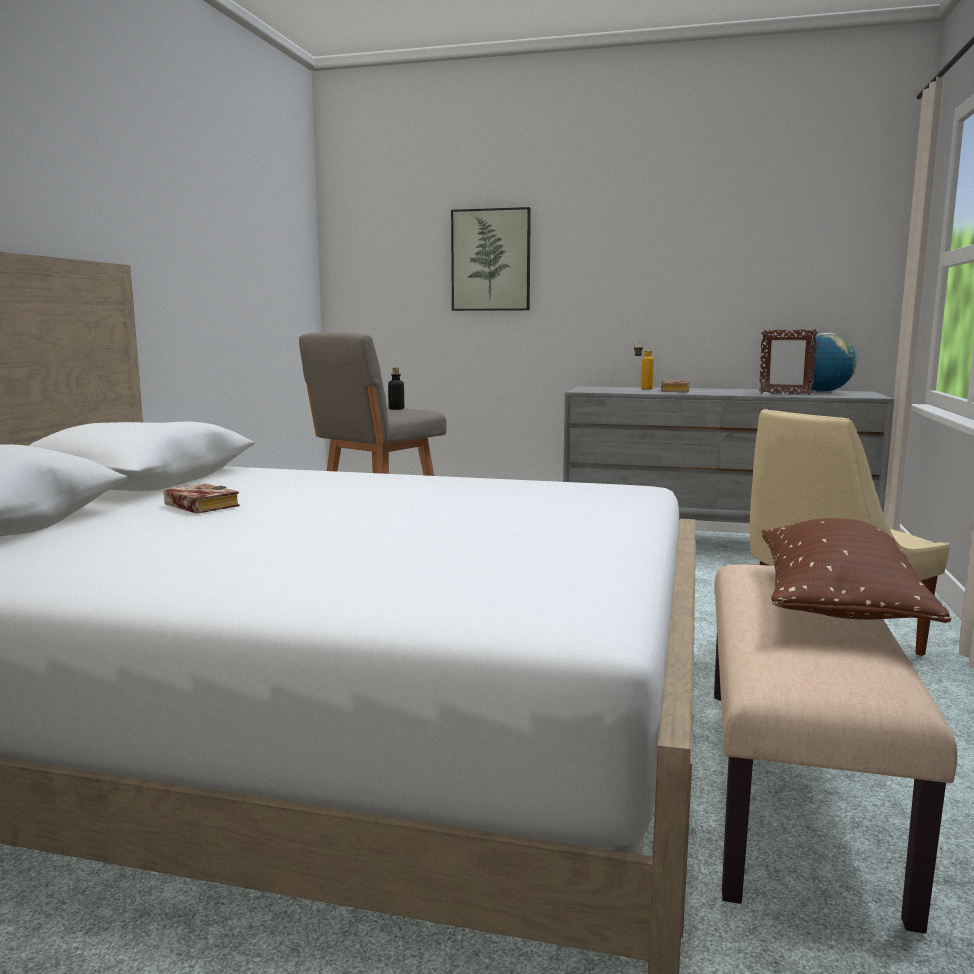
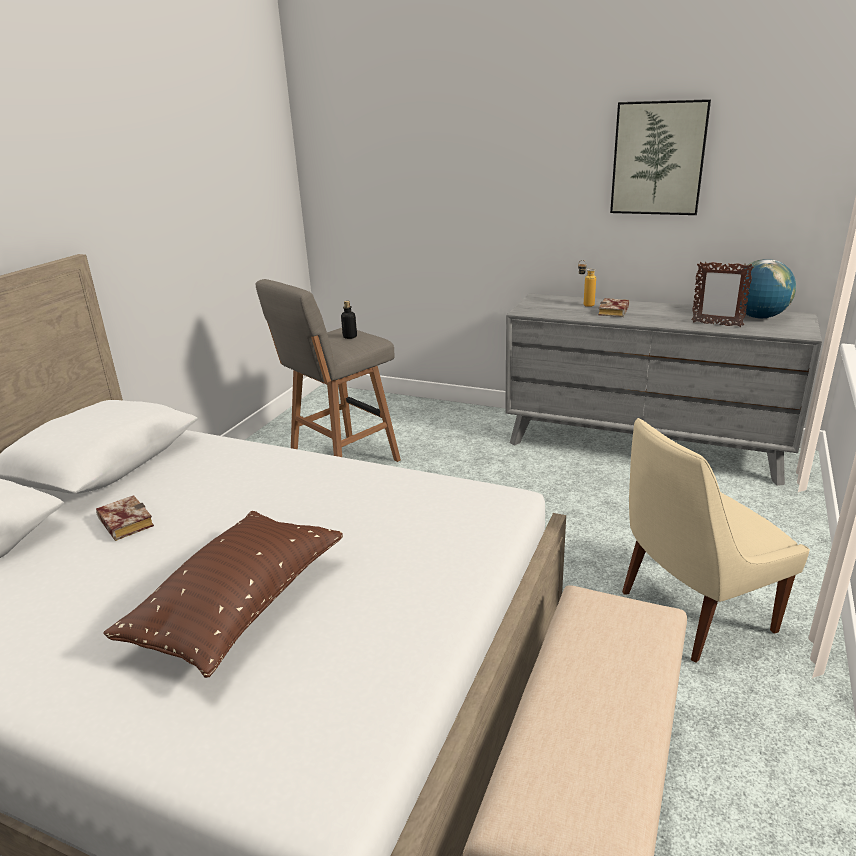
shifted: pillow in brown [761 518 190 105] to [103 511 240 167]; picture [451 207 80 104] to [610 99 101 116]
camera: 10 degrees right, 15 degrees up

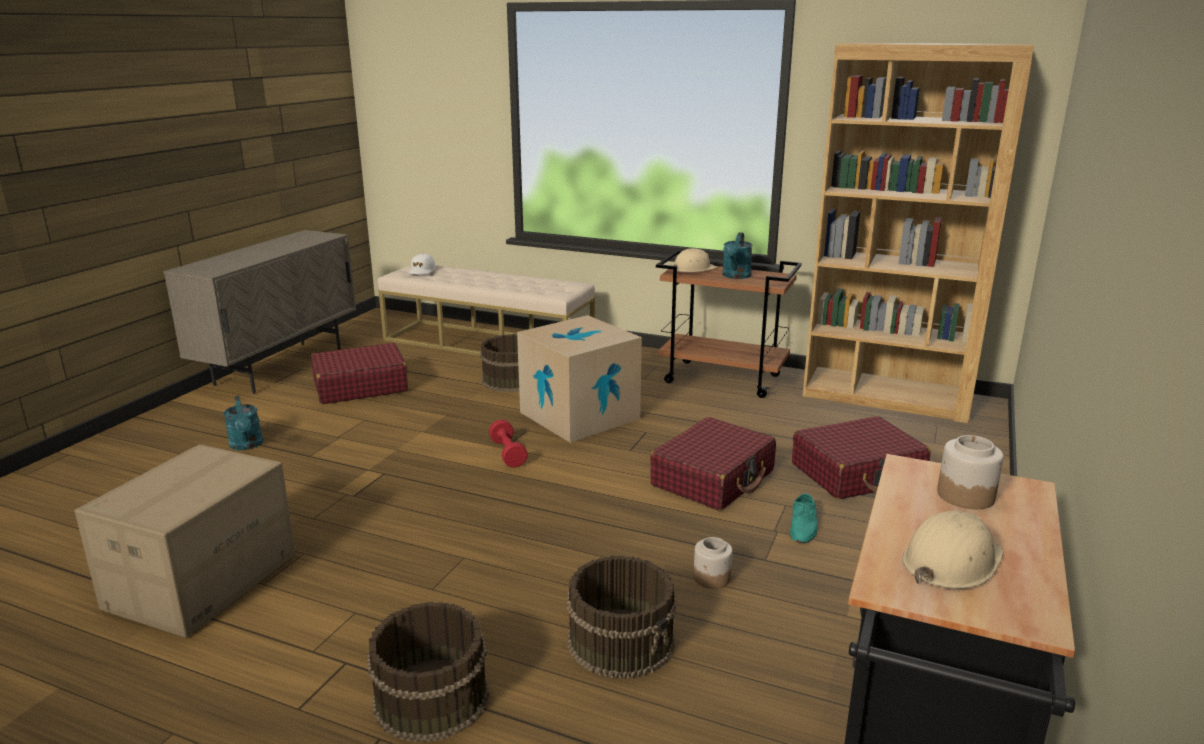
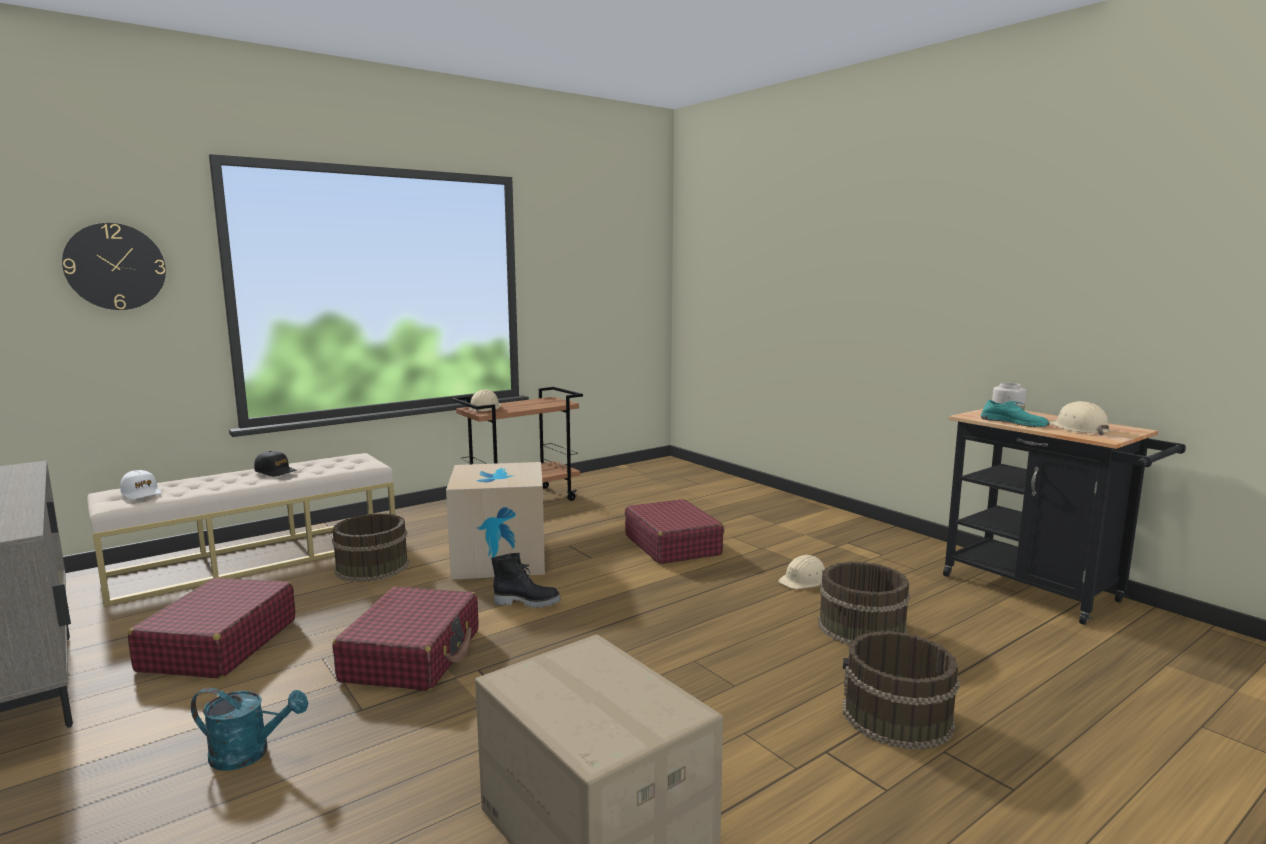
gone: watering can in turquoise [722 232 30 47]; bookcase in brown [803 43 231 380]
new: wall clock [62 223 104 87]; cap in black [254 451 43 25]
shifted: suitcase in red [792 416 139 83] to [333 586 145 105]; shoe in turquoise [790 493 27 50] to [981 400 69 27]
swapped: dumbbell in red [489 420 39 47] to boot in black [491 553 70 55]; jar [693 537 40 52] to hard hat in beige [778 555 47 34]
camera: 60 degrees left, 10 degrees down

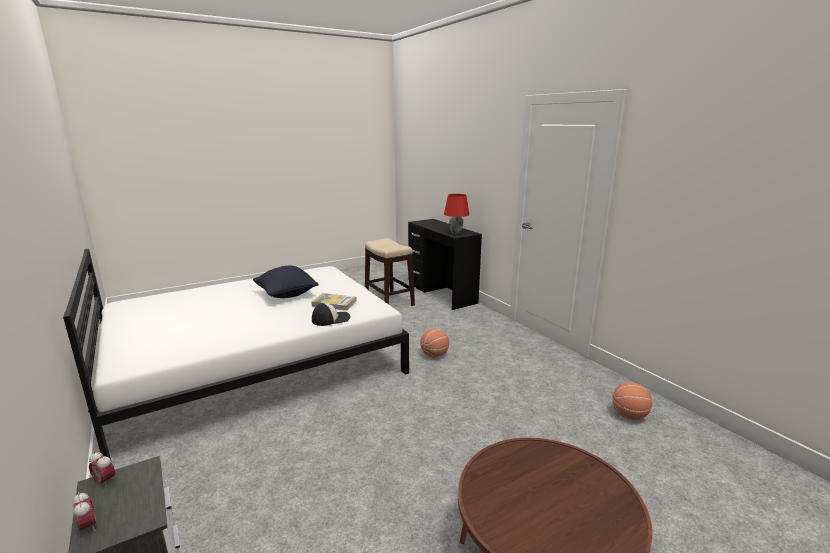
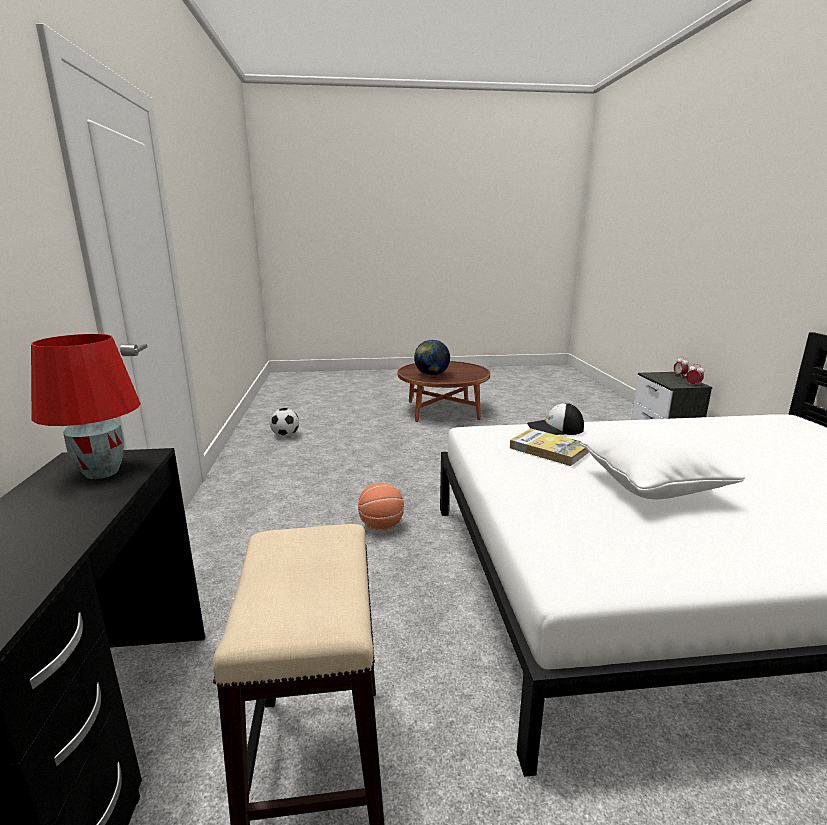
new: globe [414 340 36 36]
swapped: basketball [612 382 40 38] to football [270 408 29 29]
repainted: pillow in black [253 266 66 32] to pillow in white [580 424 165 75]
camera: 155 degrees left, 0 degrees up

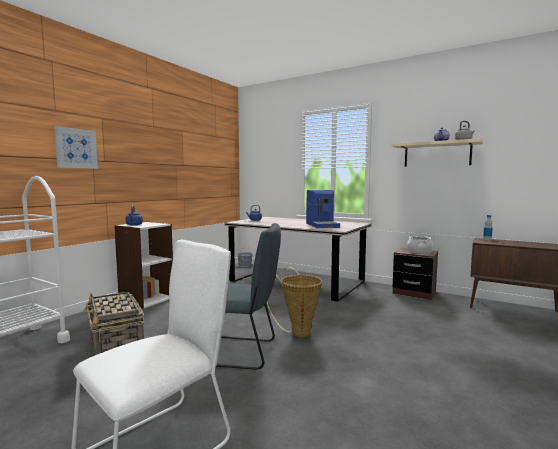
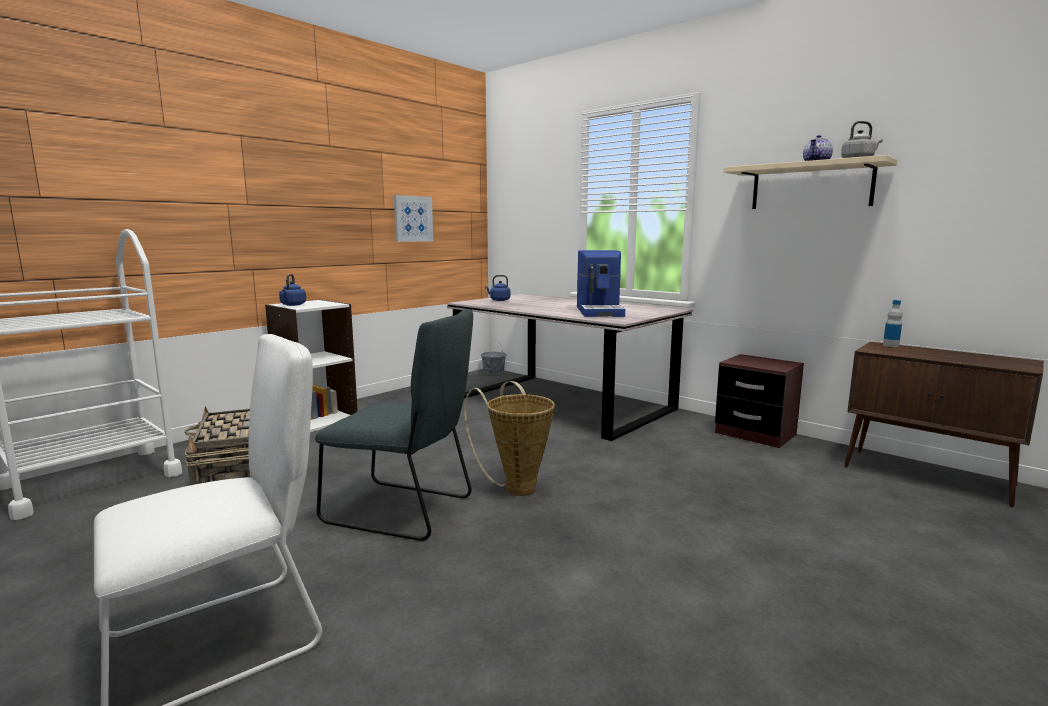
gone: cooking pot [407 236 26 18]
shifted: picture [54 126 44 43] to [394 195 39 47]
camera: 10 degrees right, 5 degrees up

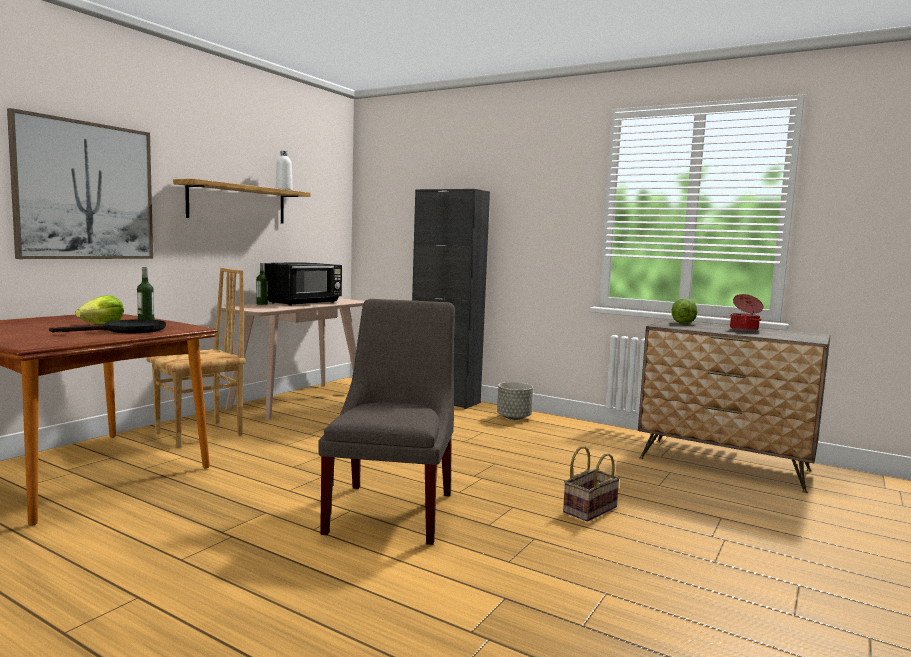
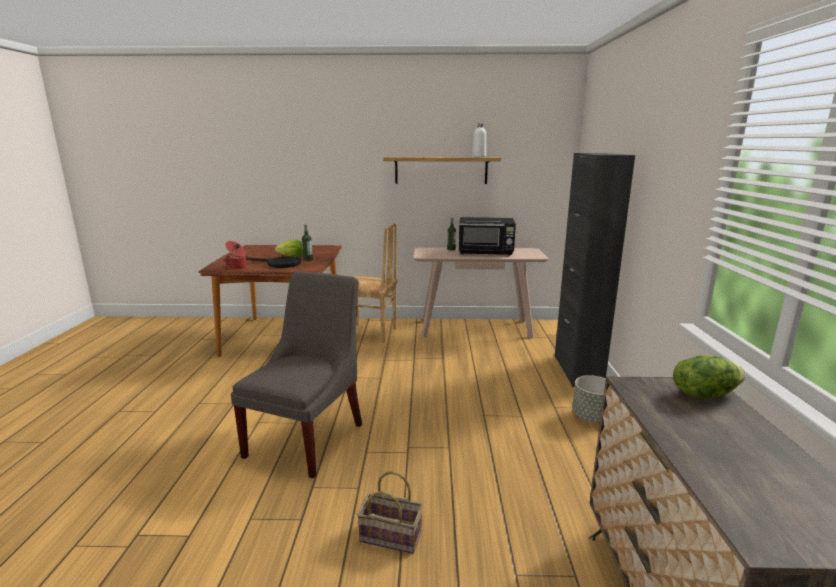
gone: picture [7 108 146 151]
shifted: cooking pot [730 294 33 37] to [222 241 27 28]
rotated: chair in grey [318 299 137 246] = [231 271 131 207] 45 degrees counterclockwise
camera: 60 degrees right, 10 degrees up

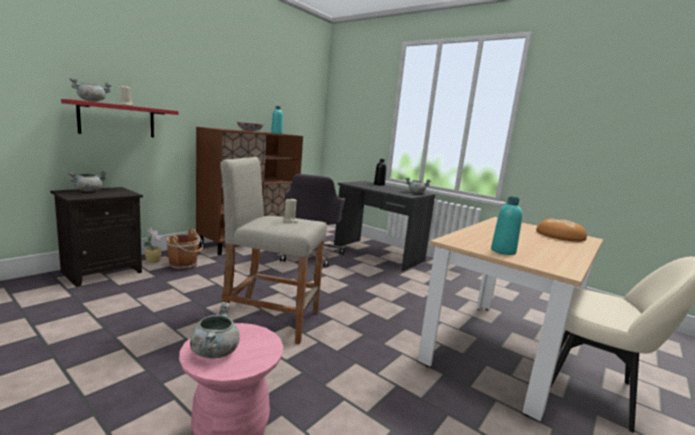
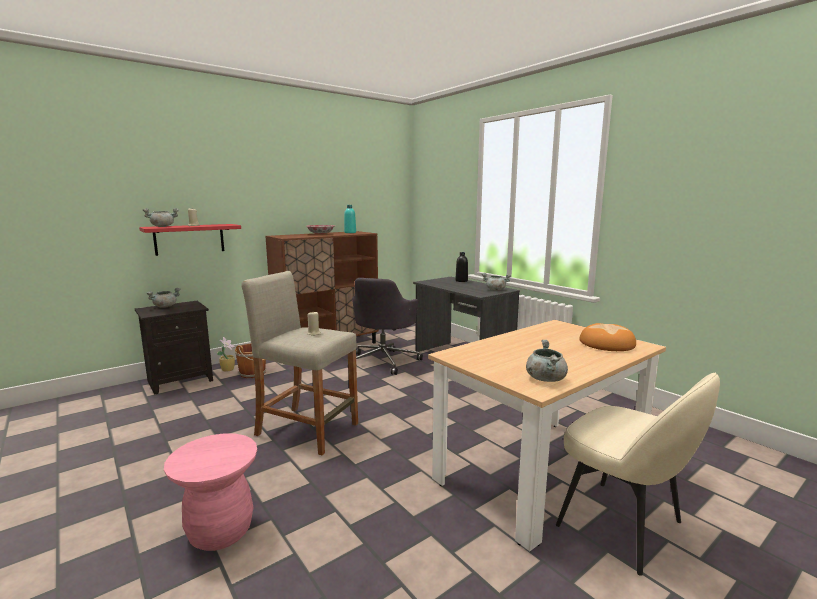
gone: bottle in turquoise [491 196 31 59]
shifted: cooking pot in grey [190 302 50 56] to [526 340 42 42]
camera: 15 degrees right, 0 degrees up

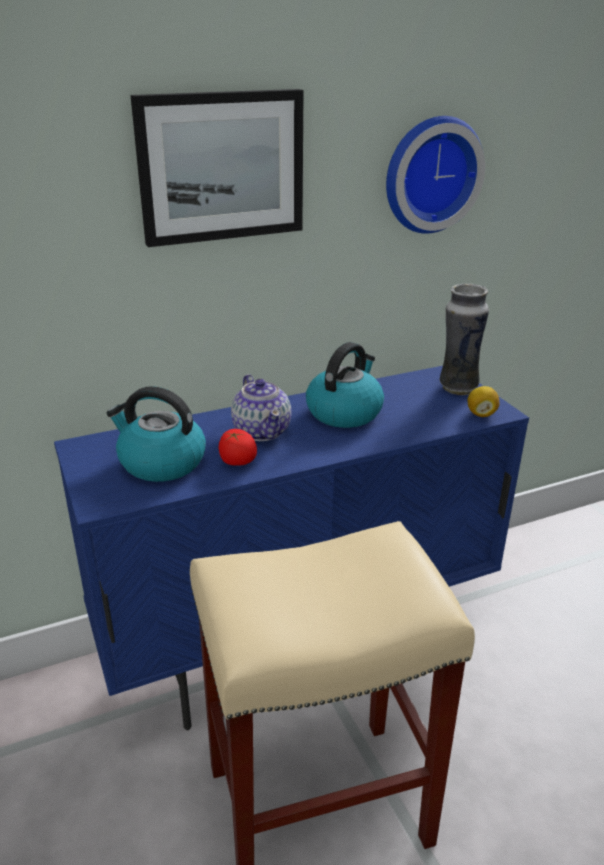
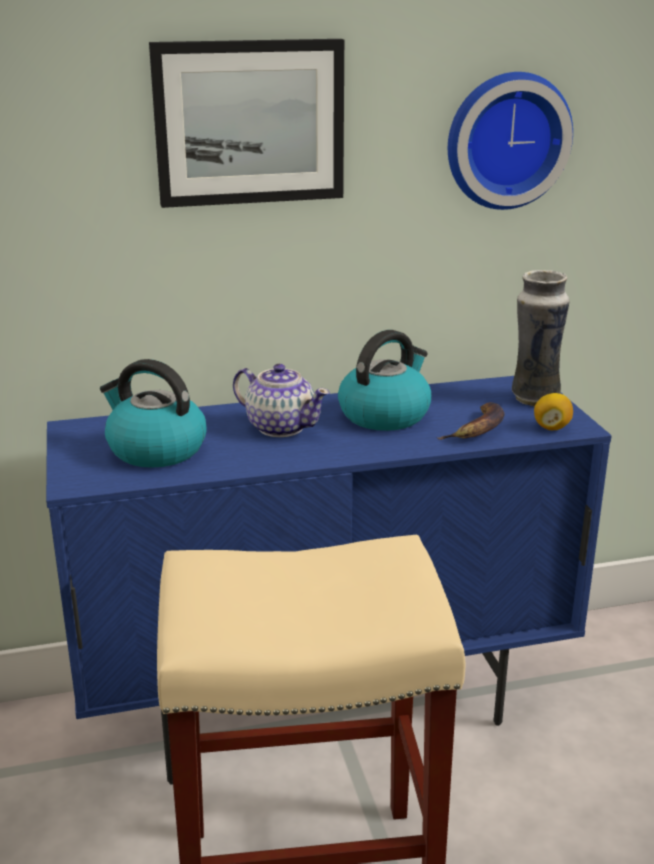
gone: tomato [218 429 39 37]
new: banana [437 402 68 38]
rotated: teapot [231 374 60 67] = [233 364 97 73] 45 degrees counterclockwise
camera: 10 degrees right, 5 degrees down

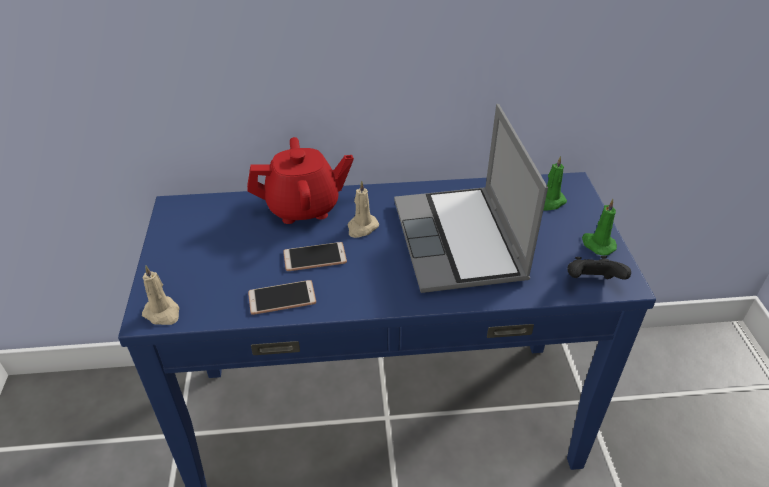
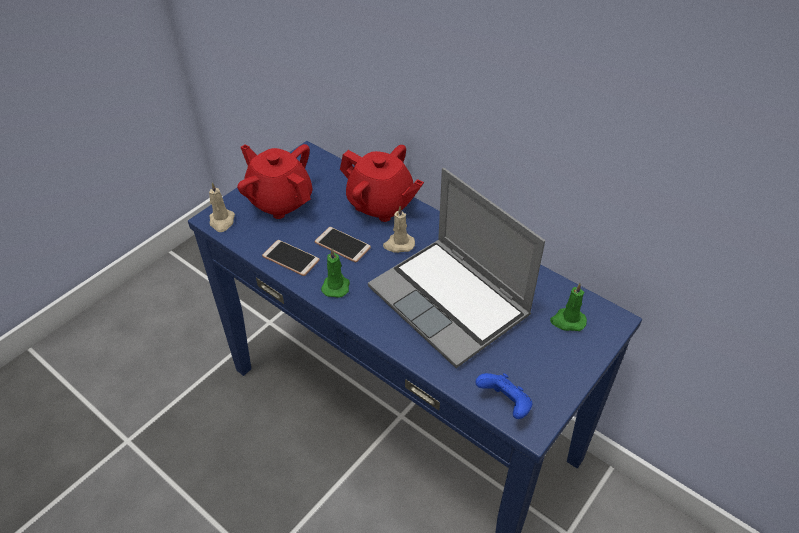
new: teapot in red [237 144 76 75]
shifted: candle in green [582 199 35 56] to [321 249 29 49]
repainted: game controller in black [568 256 63 24] to game controller in blue [475 373 57 46]
rotated: laptop [394 104 154 189] = [368 168 177 200] 75 degrees counterclockwise
camera: 45 degrees right, 5 degrees up

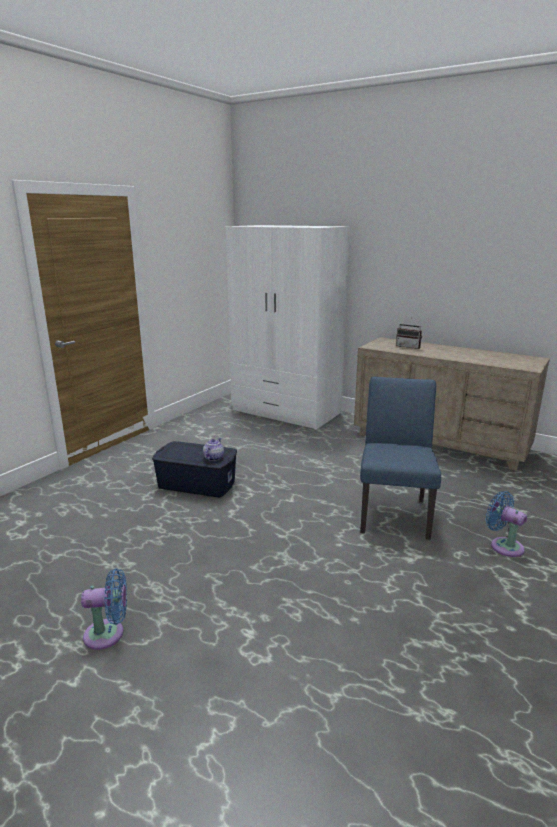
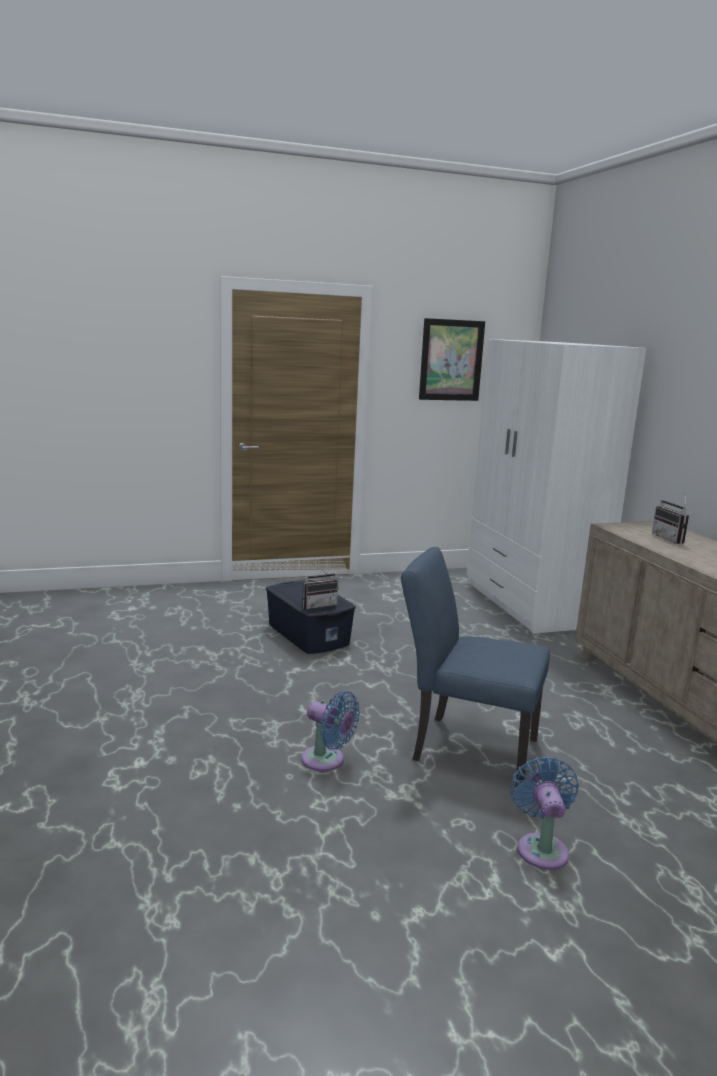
new: picture [419 318 66 83]
shifted: fan in blue [81 568 46 82] to [301 691 59 80]
swapped: teapot [203 438 21 23] to radio [302 563 37 46]
rotated: chair in blue [360 377 81 163] = [401 547 149 240] 120 degrees counterclockwise
camera: 40 degrees right, 5 degrees down

